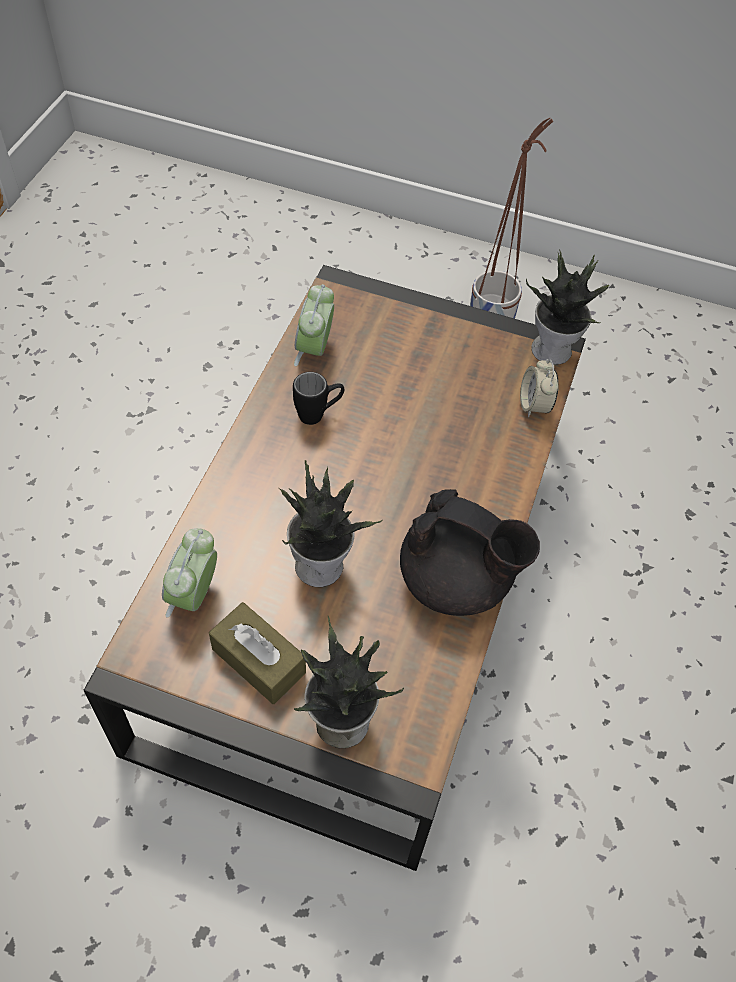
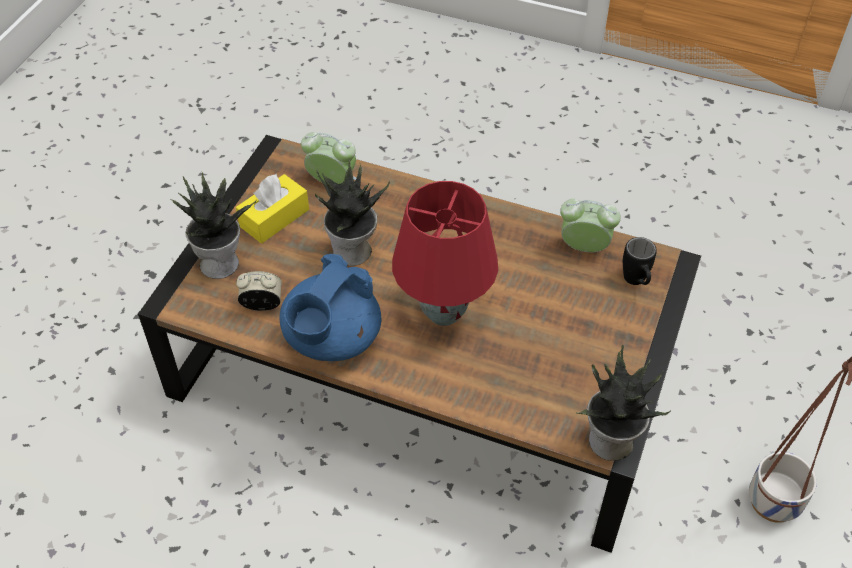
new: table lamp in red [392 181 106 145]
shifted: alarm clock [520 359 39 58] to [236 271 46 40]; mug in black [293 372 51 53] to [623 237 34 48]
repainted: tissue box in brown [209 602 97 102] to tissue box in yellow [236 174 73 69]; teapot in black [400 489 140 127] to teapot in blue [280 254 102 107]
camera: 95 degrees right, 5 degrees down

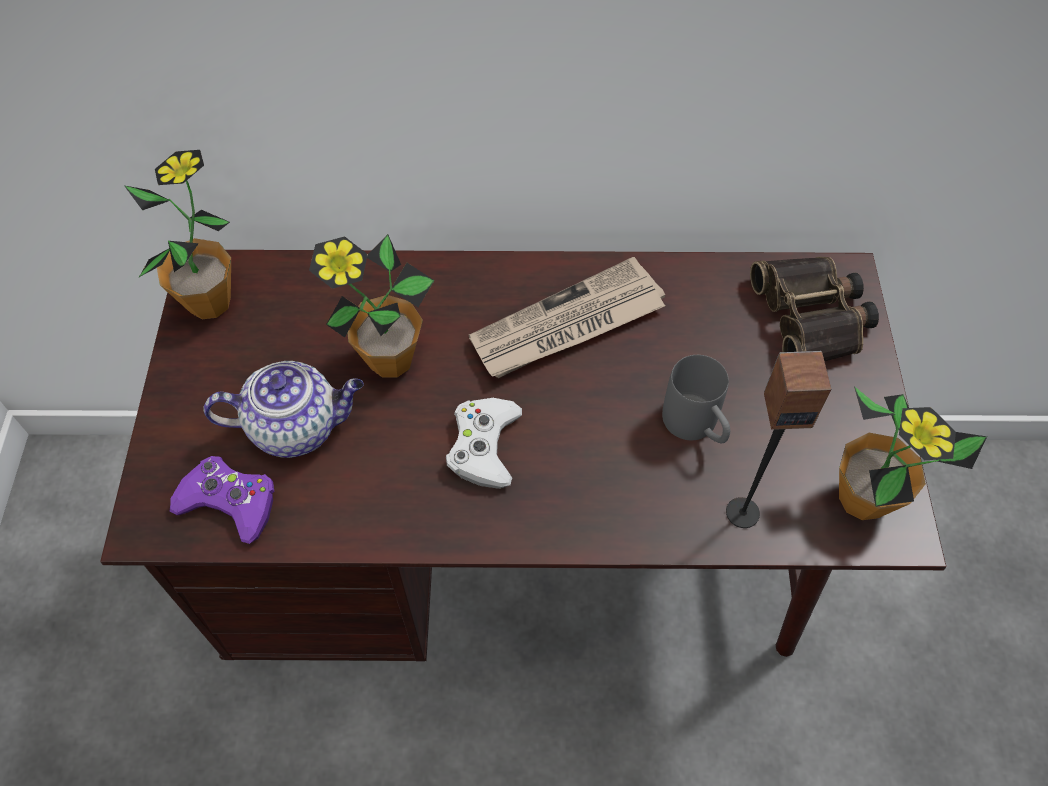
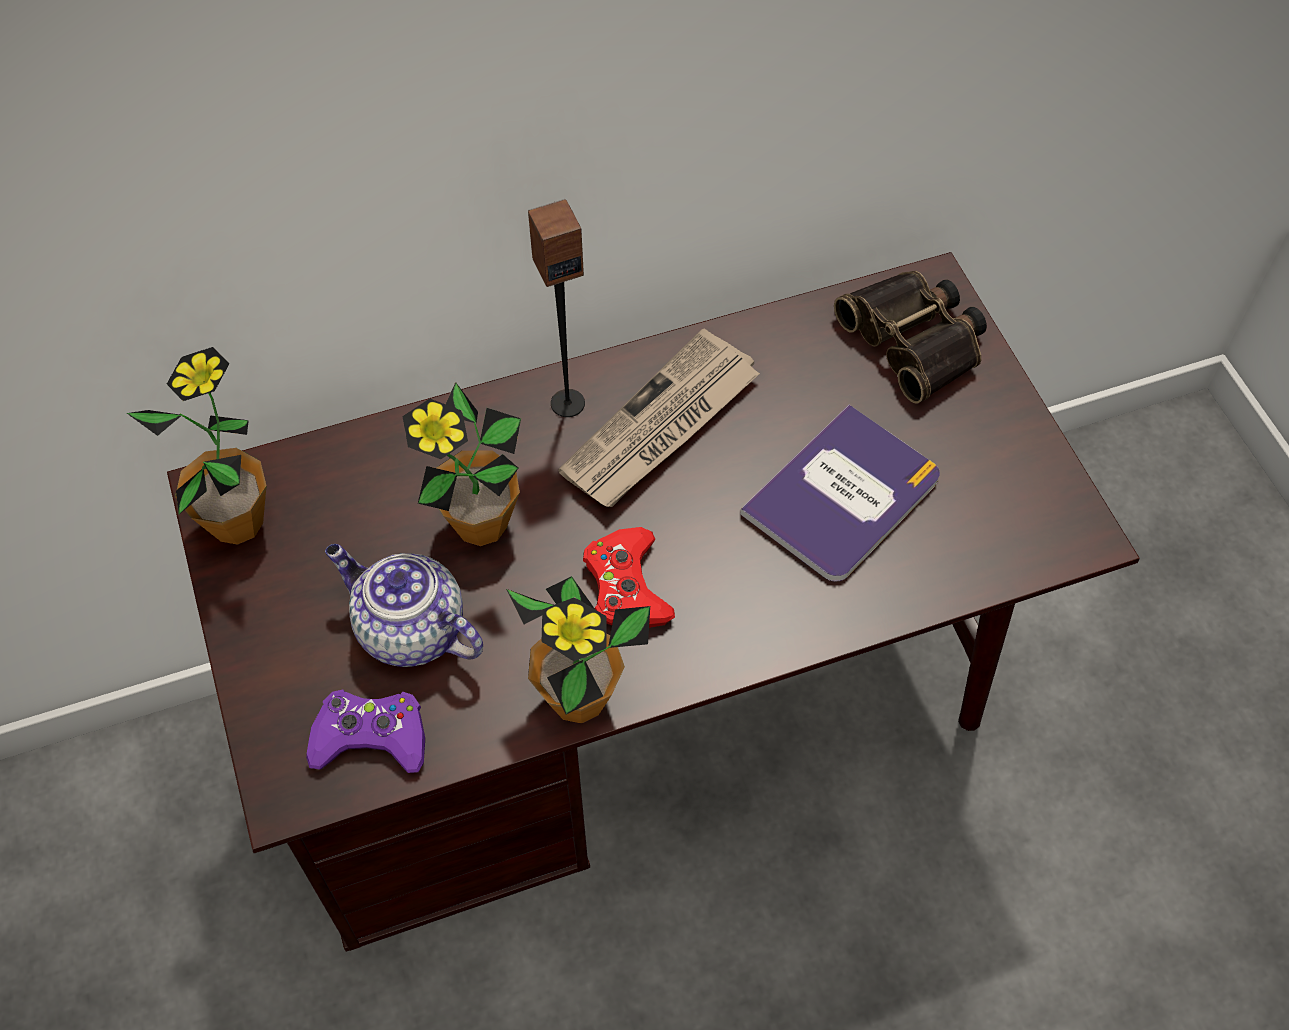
shifted: potted plant [839 386 148 134] to [506 576 144 148]; speaker [726 351 105 177] to [528 199 57 218]
swapped: mug in grey [662 355 68 88] to book [740 405 200 177]
repainted: game controller in white [446 398 76 91] to game controller in red [583 527 92 101]
rotated: teapot [203 361 161 97] = [325 544 158 123] 120 degrees counterclockwise
camera: 20 degrees left, 0 degrees up

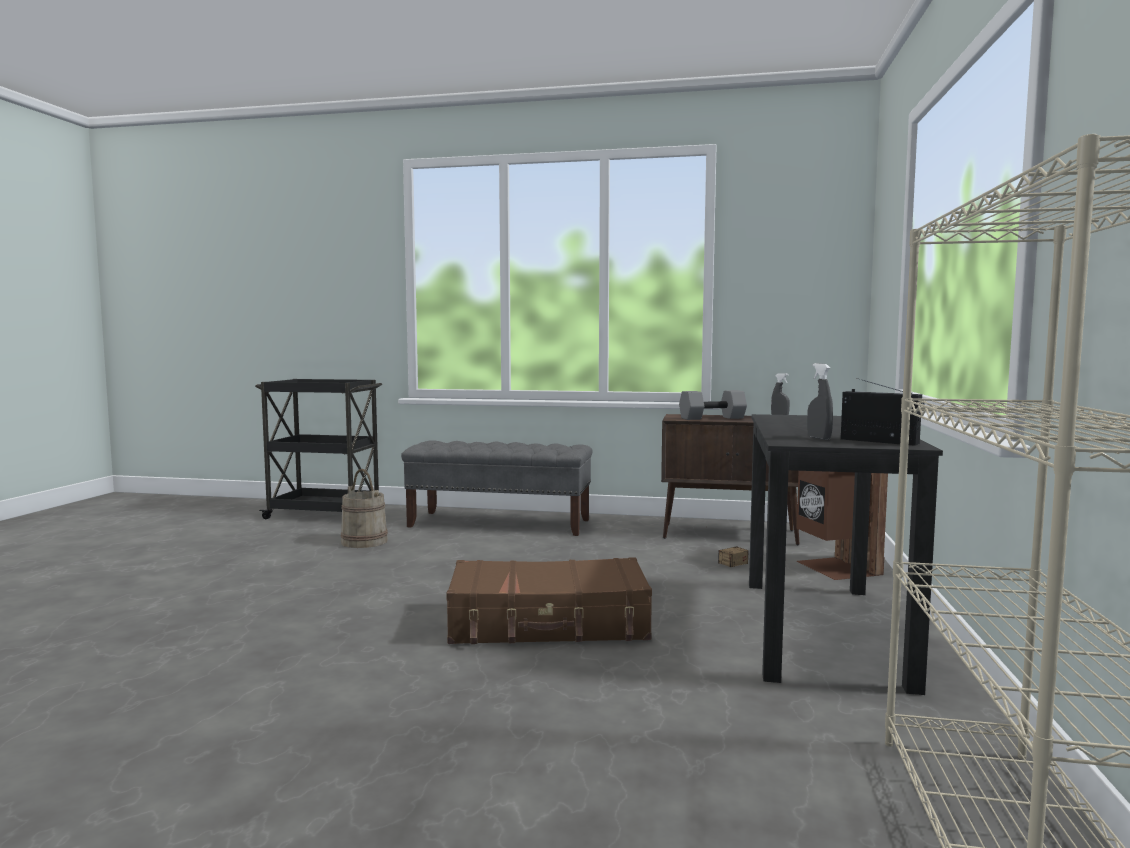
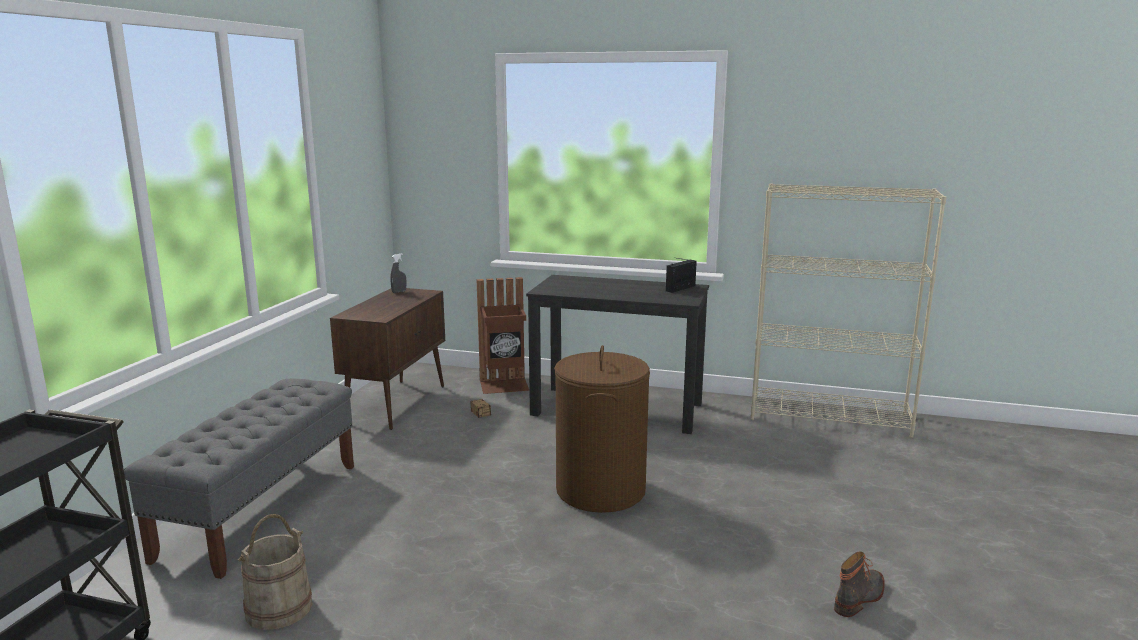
gone: dumbbell in grey [679 390 68 30]; spray bottle in grey [807 363 26 77]
new: boot [834 551 51 66]
swapped: suitcase in brown [446 557 206 87] to laundry basket in brown [554 345 96 168]
camera: 85 degrees left, 10 degrees up

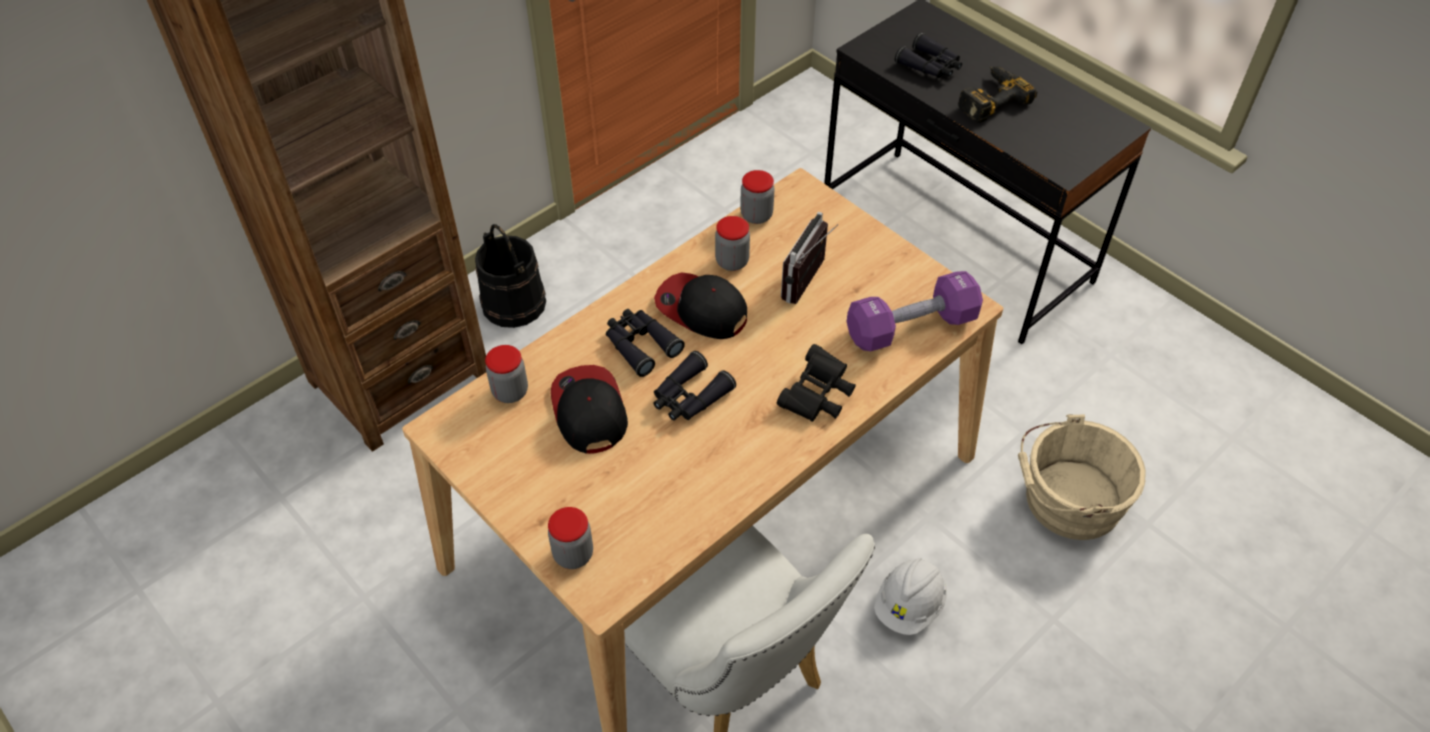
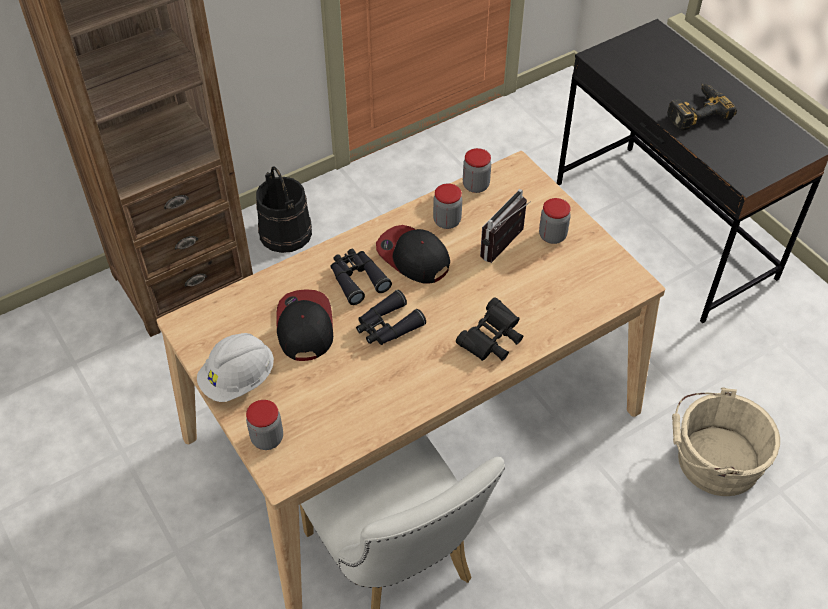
gone: dumbbell in purple [846 271 137 80]; binoculars in black [895 33 67 45]
shifted: hard hat in white [874 558 73 77] to [197 333 77 69]; jar [485 345 43 58] to [539 198 32 46]
camera: 10 degrees right, 0 degrees up

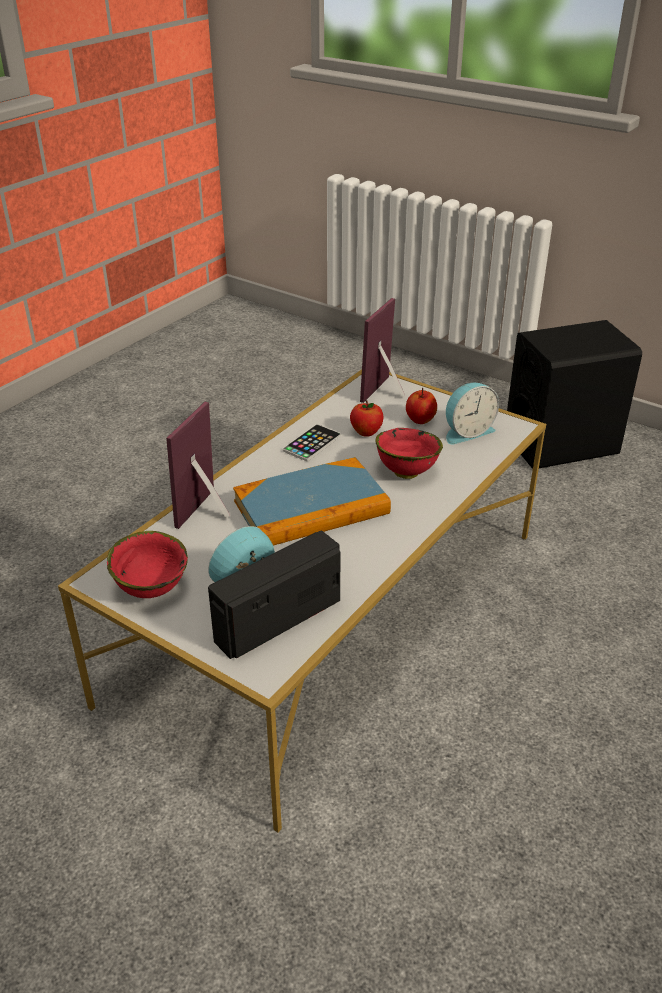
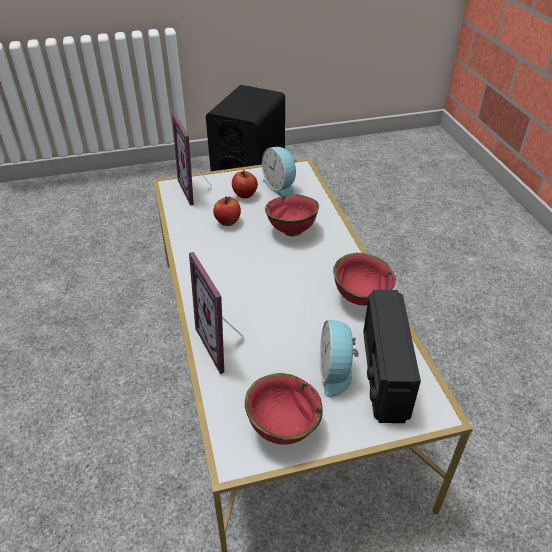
gone: book [233 457 158 89]; phone [283 424 58 37]
new: bowl in red [333 253 63 52]
rotated: alarm clock [446 383 53 62] = [262 147 35 50] 135 degrees clockwise
camera: 50 degrees left, 5 degrees up

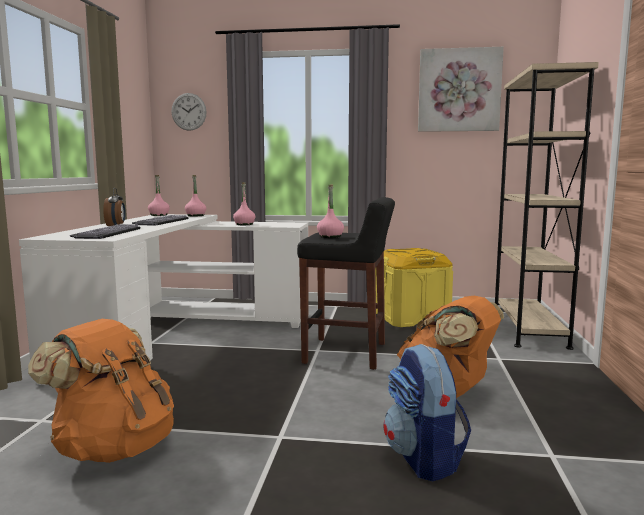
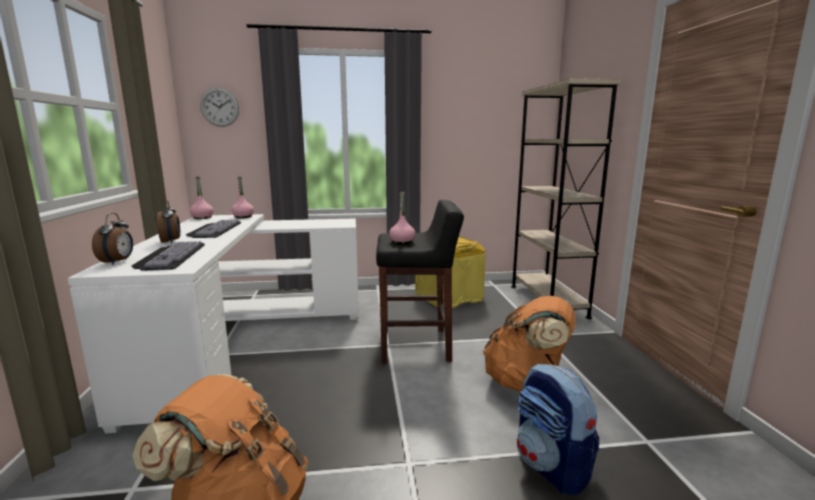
gone: bottle in pink [233 182 22 43]; picture [418 47 86 85]
new: alarm clock [92 213 41 52]
camera: 15 degrees left, 5 degrees up

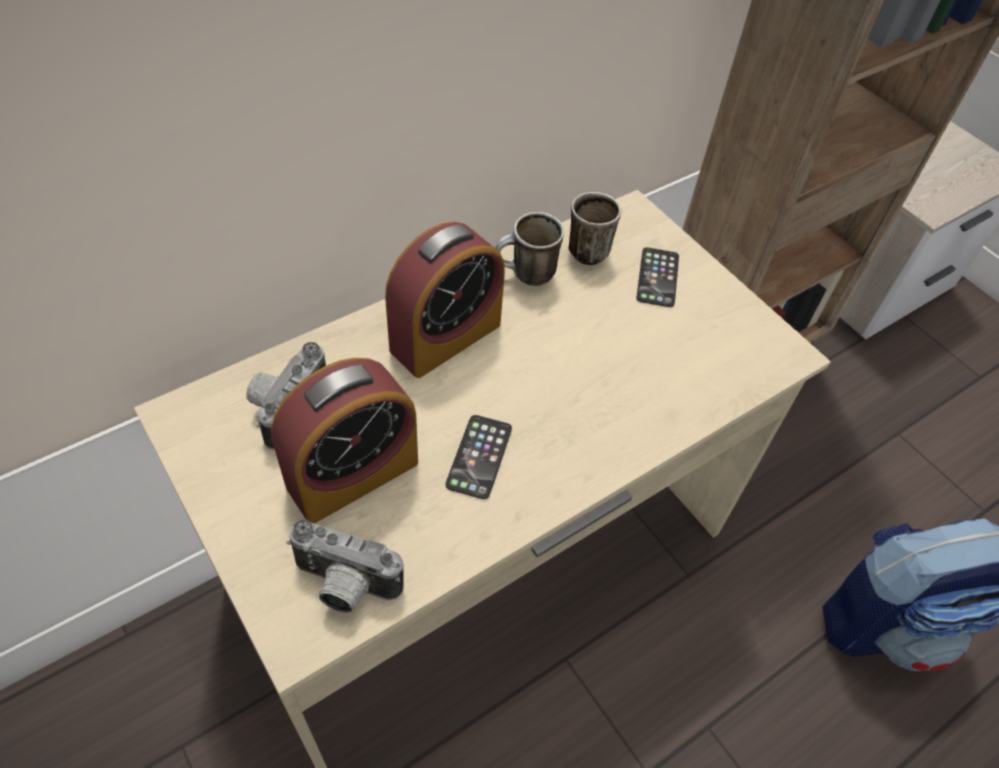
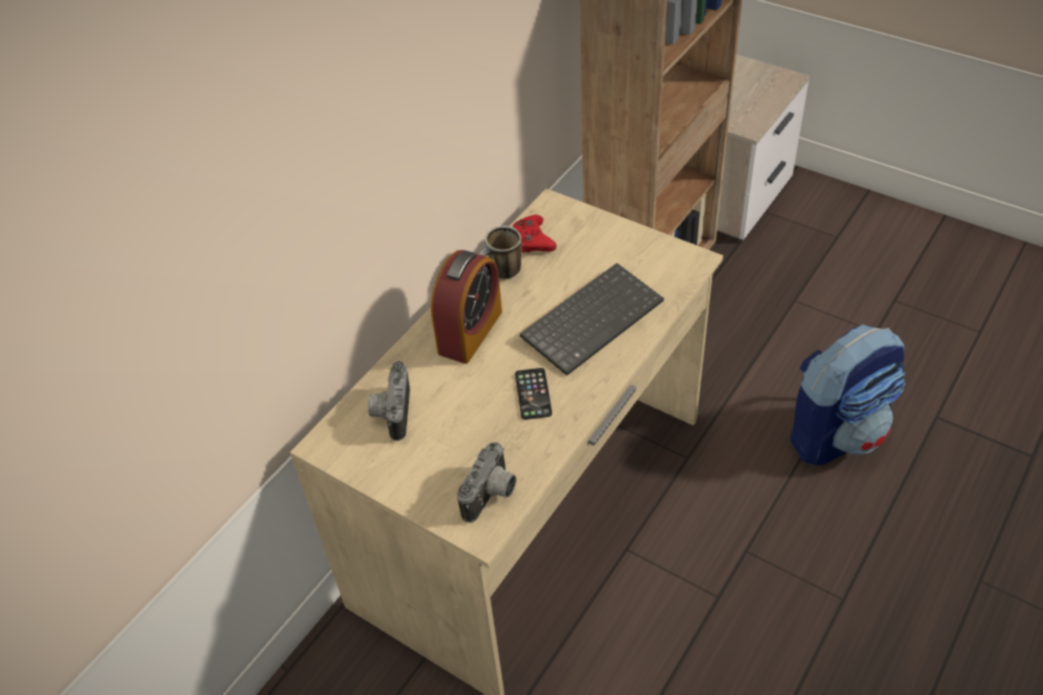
gone: alarm clock [271 358 147 166]; phone [636 247 43 60]
new: keyboard [520 263 144 112]
swapped: mug [568 192 53 73] to game controller in red [512 215 44 38]
rotated: photo camera [287 520 117 93] = [457 442 59 81] 60 degrees counterclockwise
camera: 15 degrees left, 5 degrees down

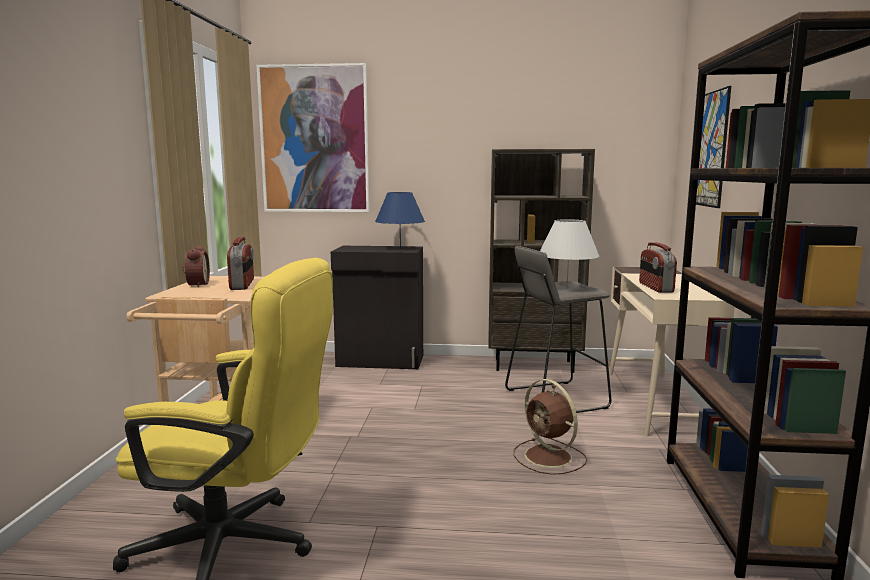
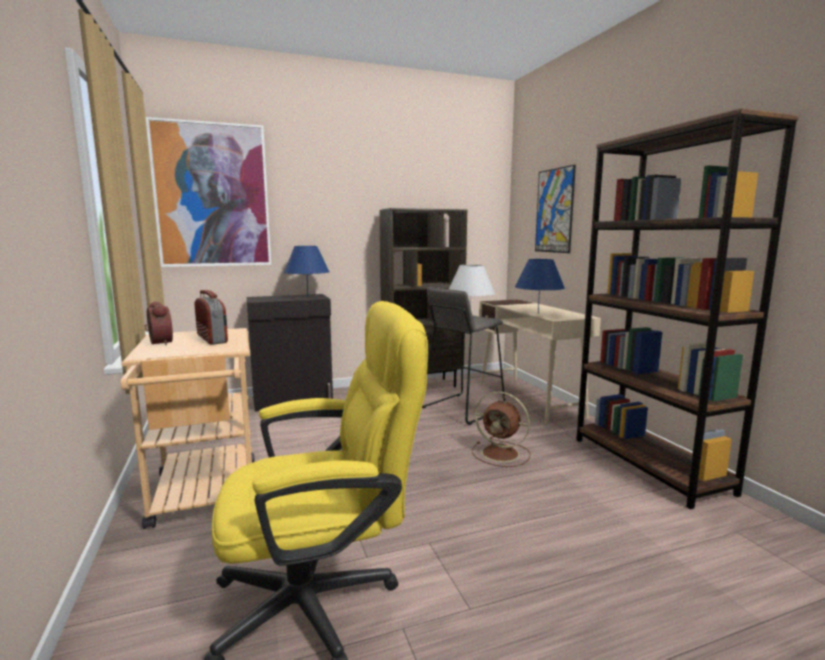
swapped: radio [639 242 38 51] to table lamp in blue [515 259 50 55]
camera: 25 degrees left, 0 degrees up

